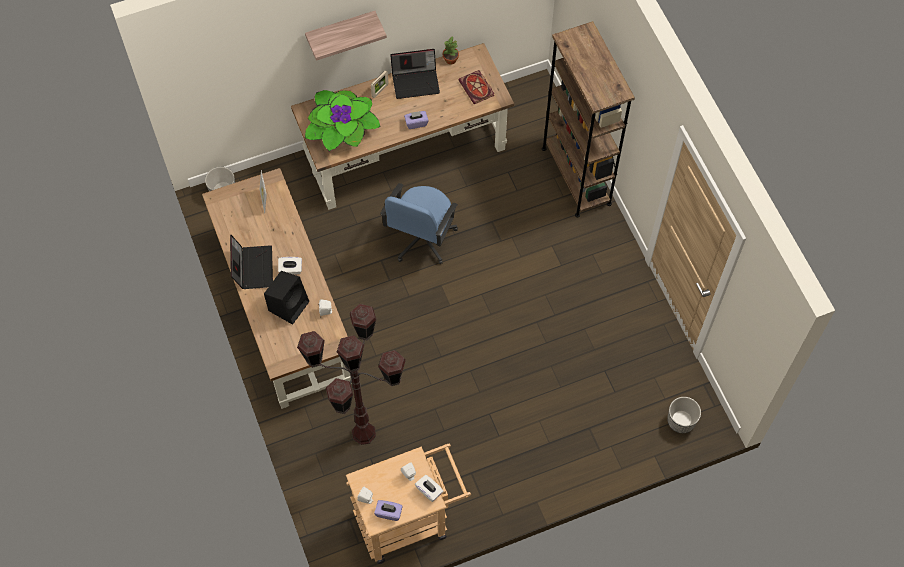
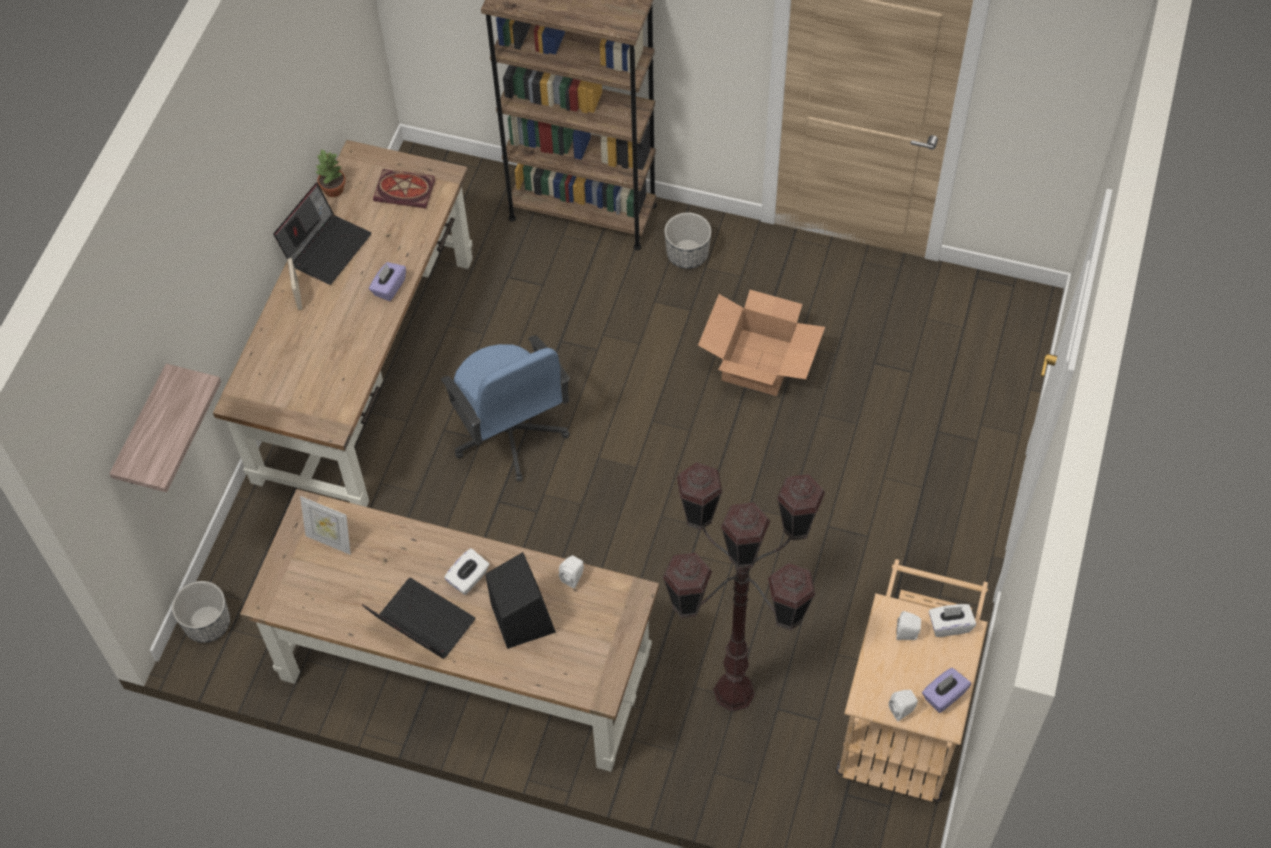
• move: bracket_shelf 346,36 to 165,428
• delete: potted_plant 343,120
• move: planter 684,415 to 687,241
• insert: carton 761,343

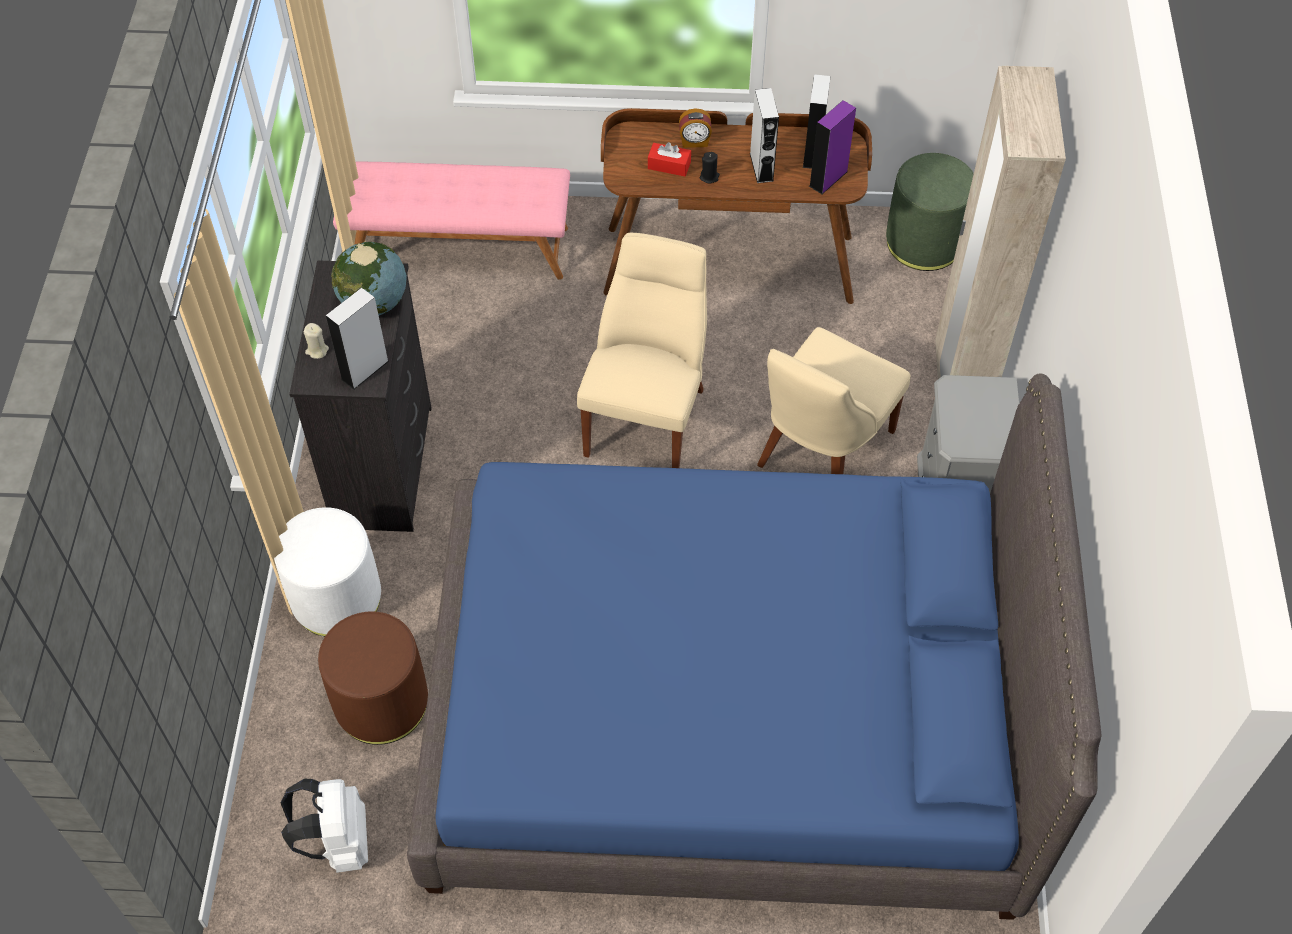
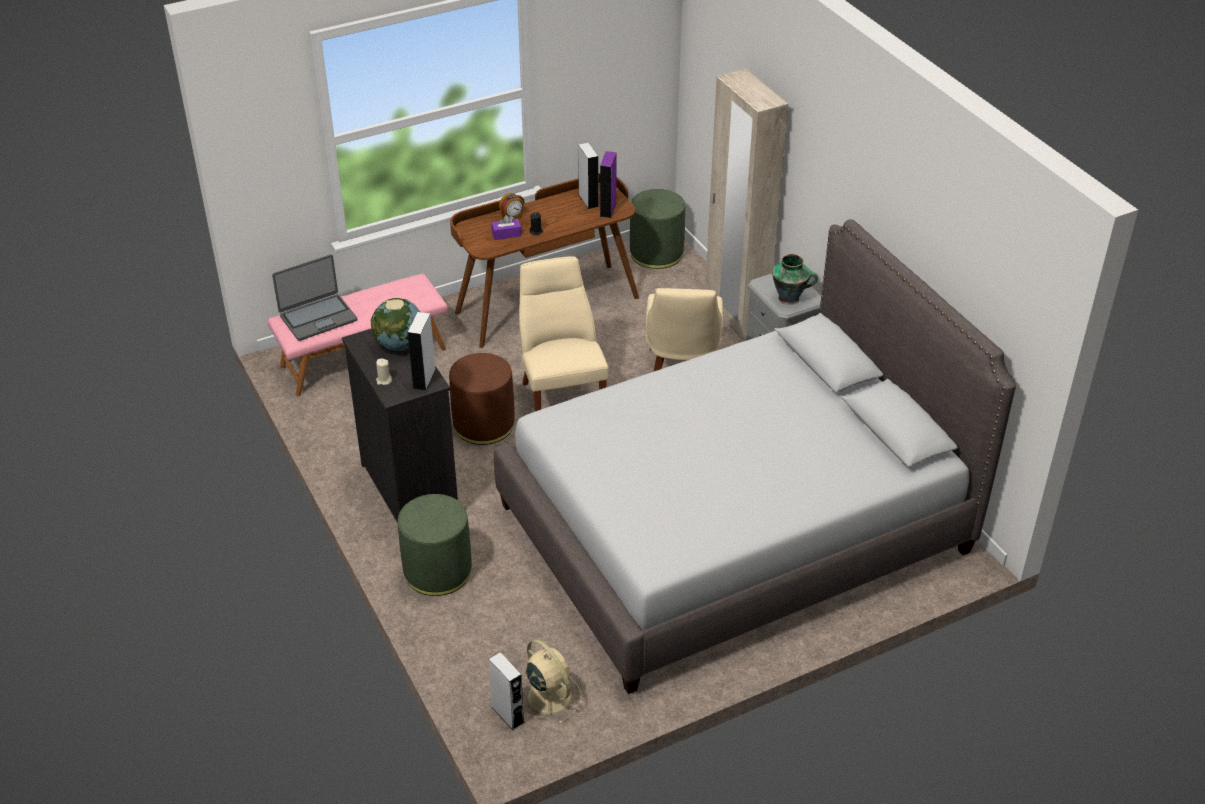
• move: grey_audio_speaker 764,135 to 506,691
• recolor: red_tissue_holder 669,159 to purple-coloured_tissue_holder 506,227
• recolor: blue-coloured_bed 754,646 to grey_bed 755,456
• recolor: whitish_pouffe 327,572 to green-coloured_pouffe 435,545
• move: brown-coloured_pouffe 373,678 to 482,399
• replace: whitish_backpack 324,825 to beige-coloured_electric_fan 552,682
• insert: vase 795,279
• insert: notebook_computer 314,298

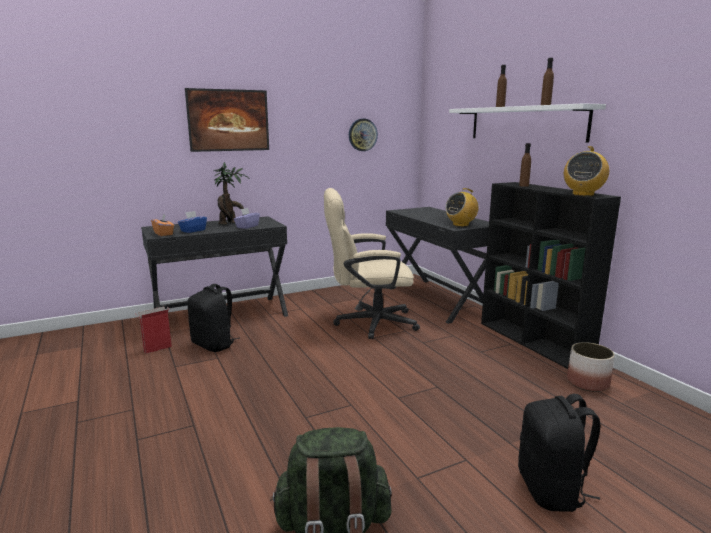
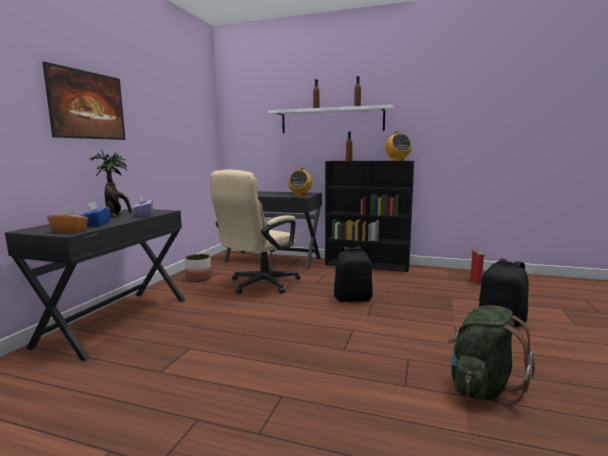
• delete: wall_clock 363,135
• move: black_backpack 213,318 to 353,274
• move: carton 154,330 to 478,267
• move: planter 591,367 to 198,268

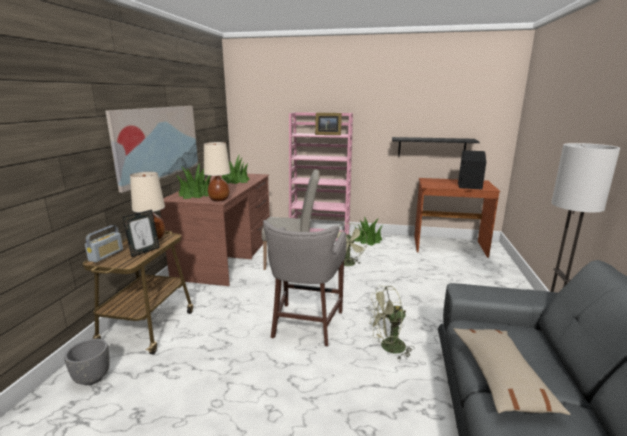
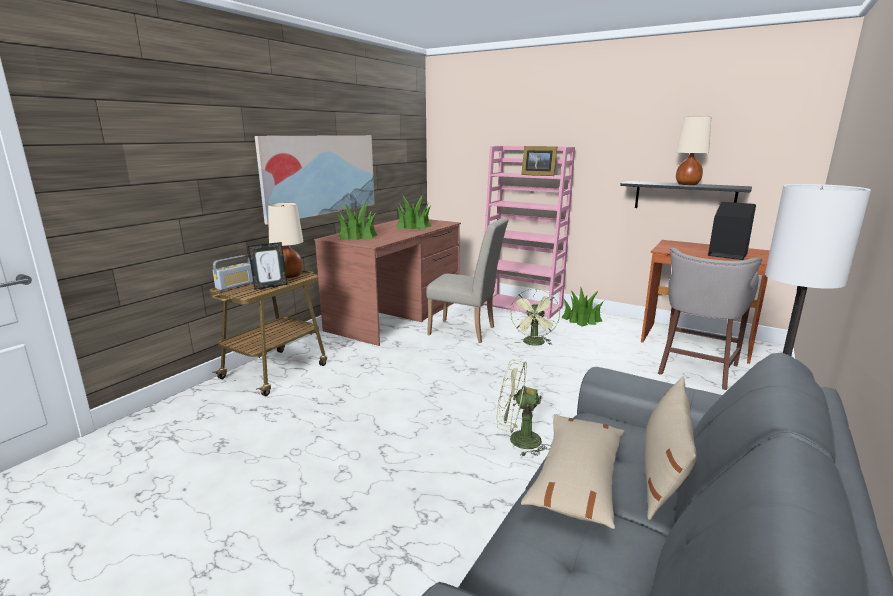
• move: beige-coloured_table_lamp 217,171 to 693,151
• move: grey_stool 304,283 to 710,319
• delete: grey_planter 87,362
• insert: beige-coloured_throw_pillow 671,448

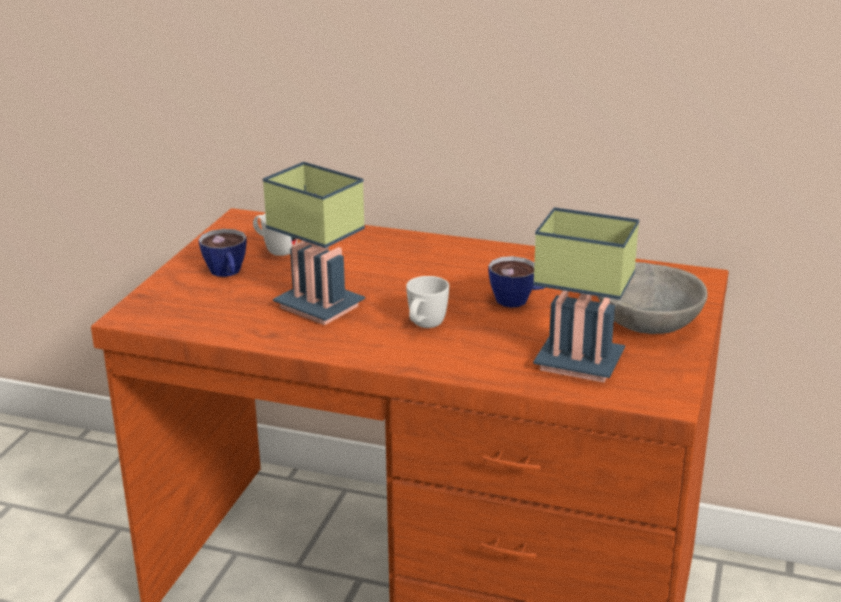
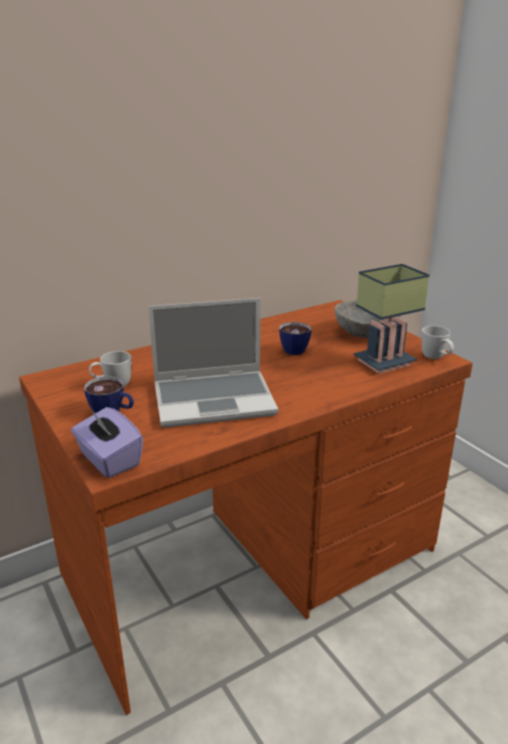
• replace: table_lamp 314,243 to notebook_computer 213,363
• move: whitish_coffee_mug 427,302 to 437,342
• insert: purple-coloured_tissue_holder 107,442

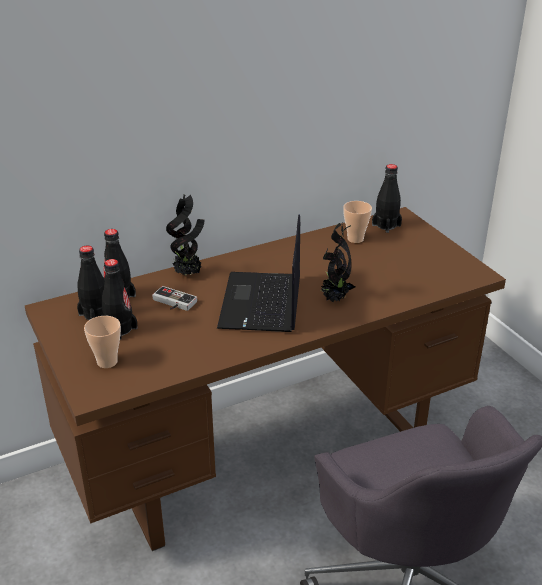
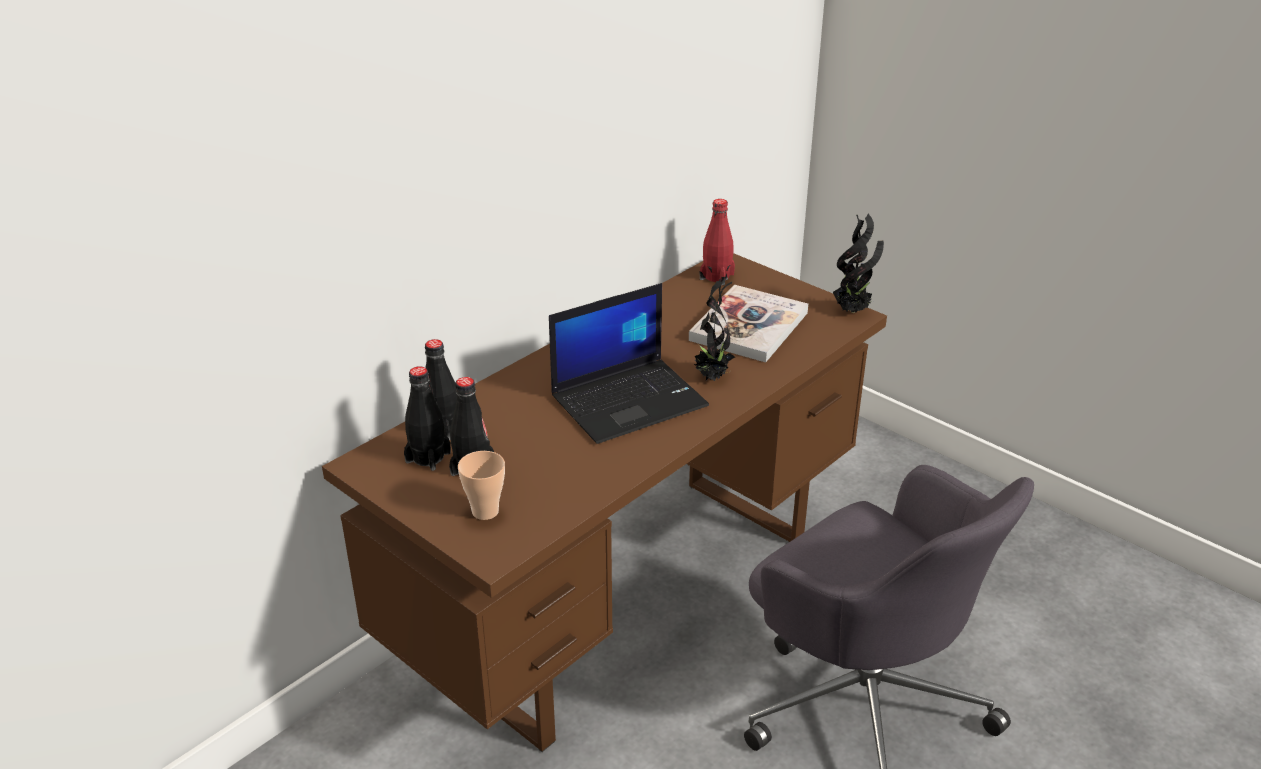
• recolor: black_bottle 387,198 to red_bottle 717,242
• move: potted_plant 185,235 to 858,263
• delete: cup 357,222
• rotate: notebook_computer 258,273 = 629,363 105 degrees counterclockwise
• delete: game_controller 174,298
• insert: book 748,324

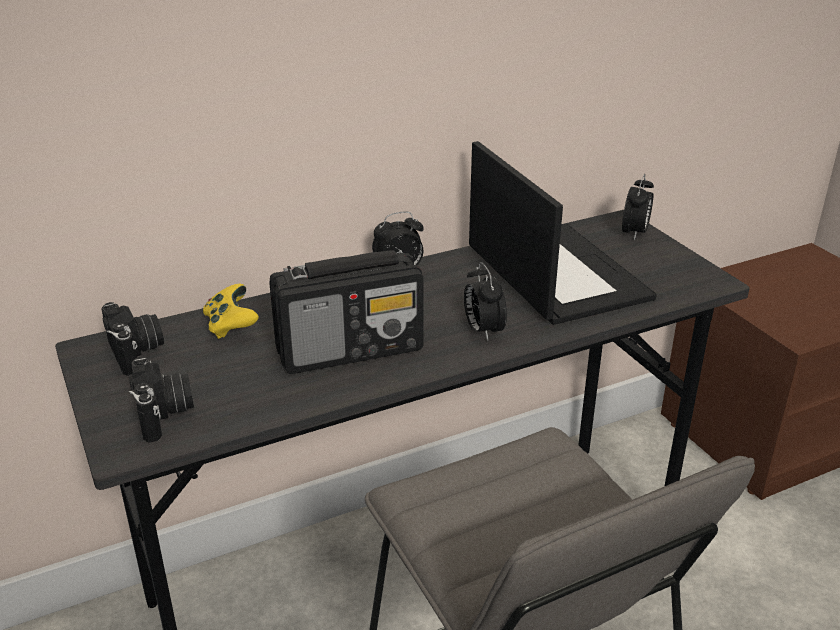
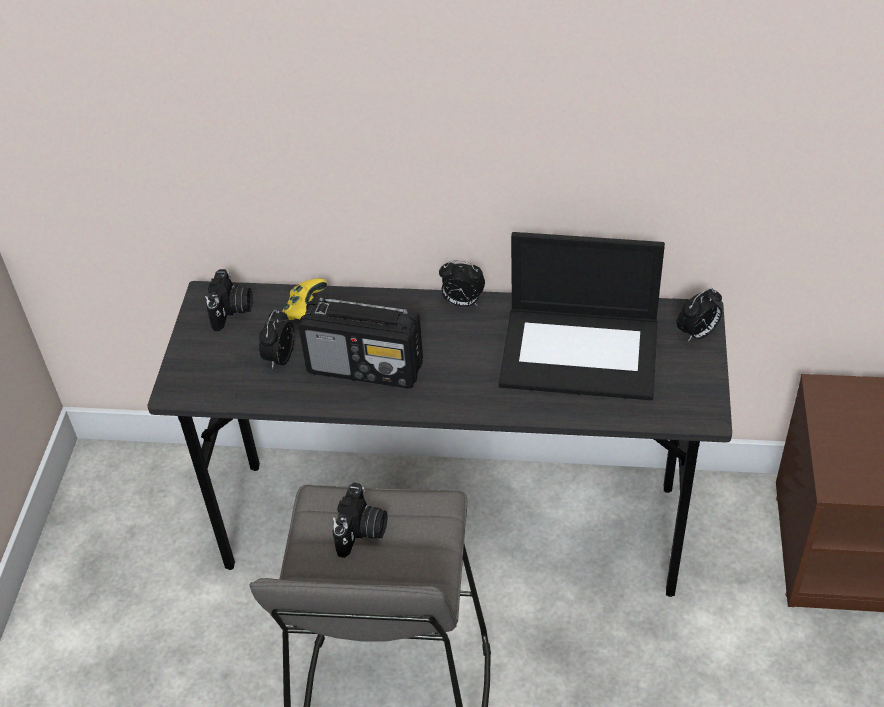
• rotate: notebook_computer 563,233 = 582,316 90 degrees clockwise
• move: table_clock 485,301 to 276,339
• move: still_camera 161,399 to 360,520

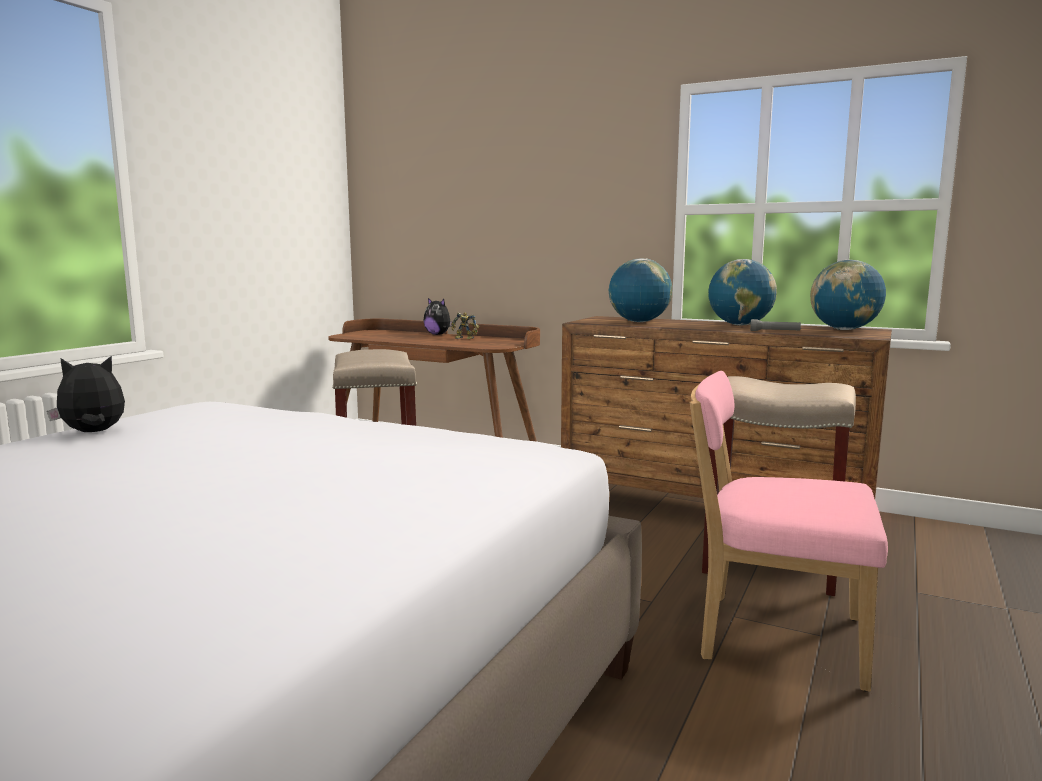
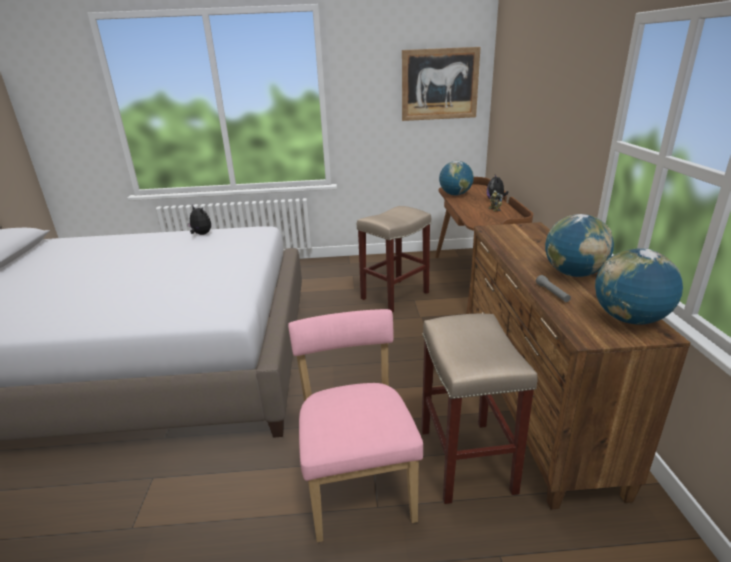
• move: desk_globe 640,290 to 456,178
• insert: wall_picture 441,84

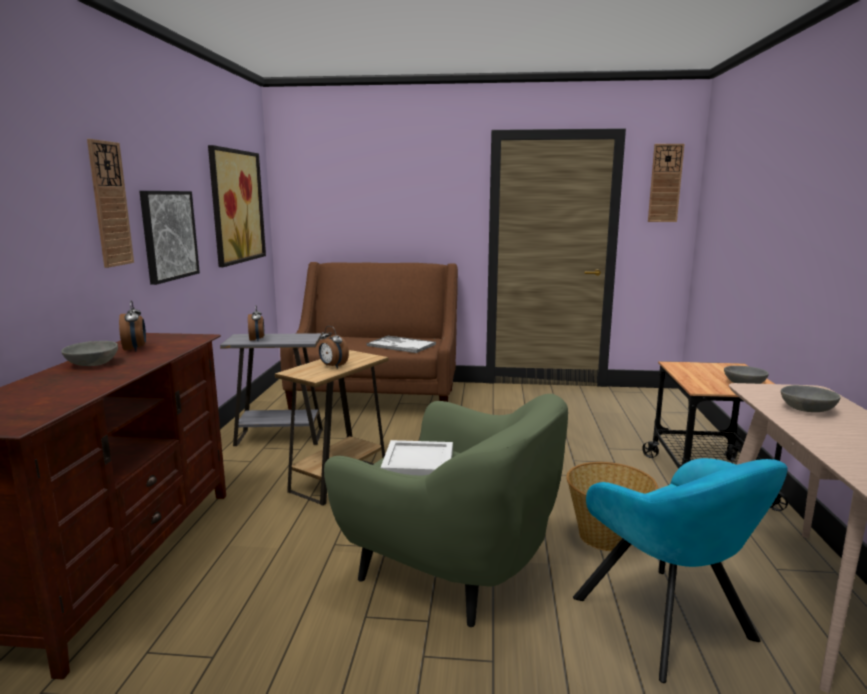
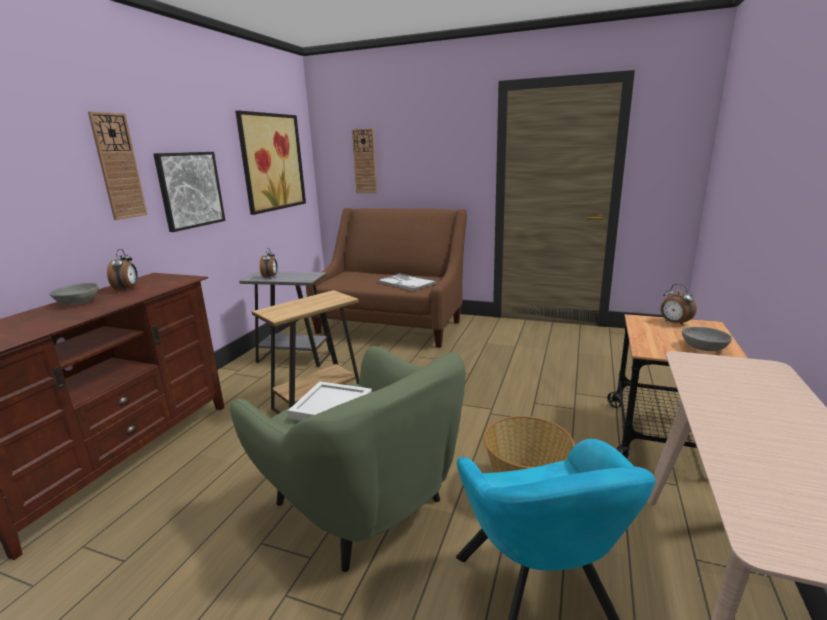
• move: wall_clock 666,183 to 364,160
• move: table_clock 334,347 to 679,305
• delete: grey_deep_dish 811,398

